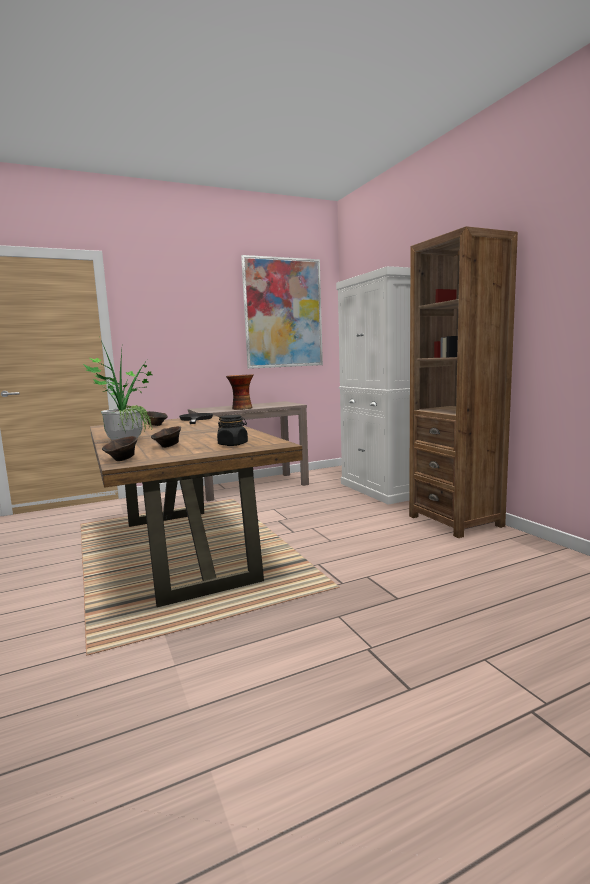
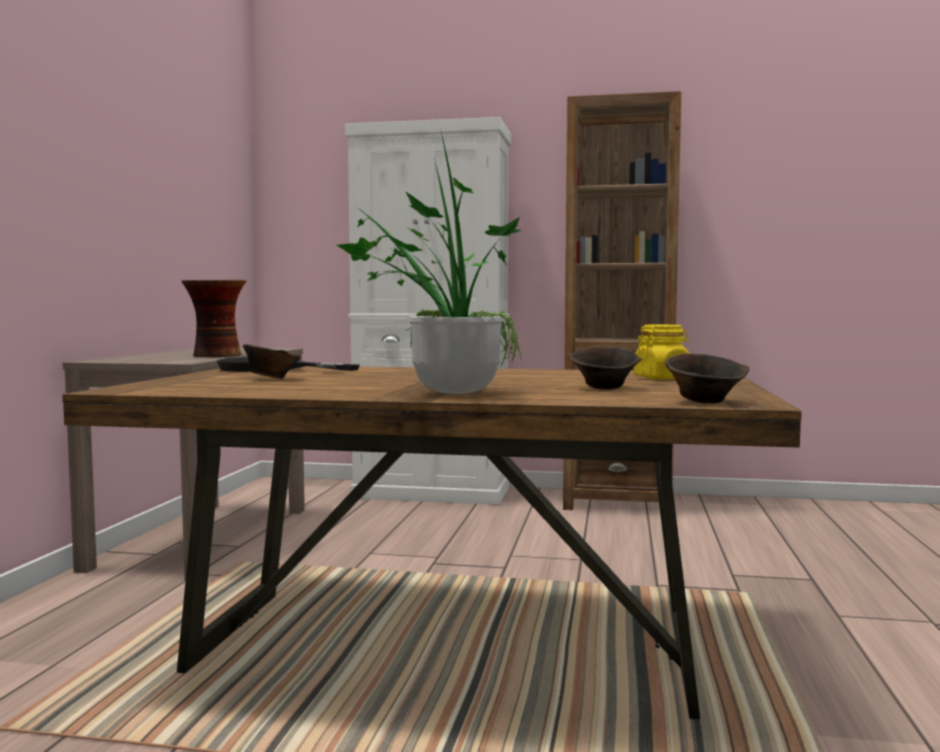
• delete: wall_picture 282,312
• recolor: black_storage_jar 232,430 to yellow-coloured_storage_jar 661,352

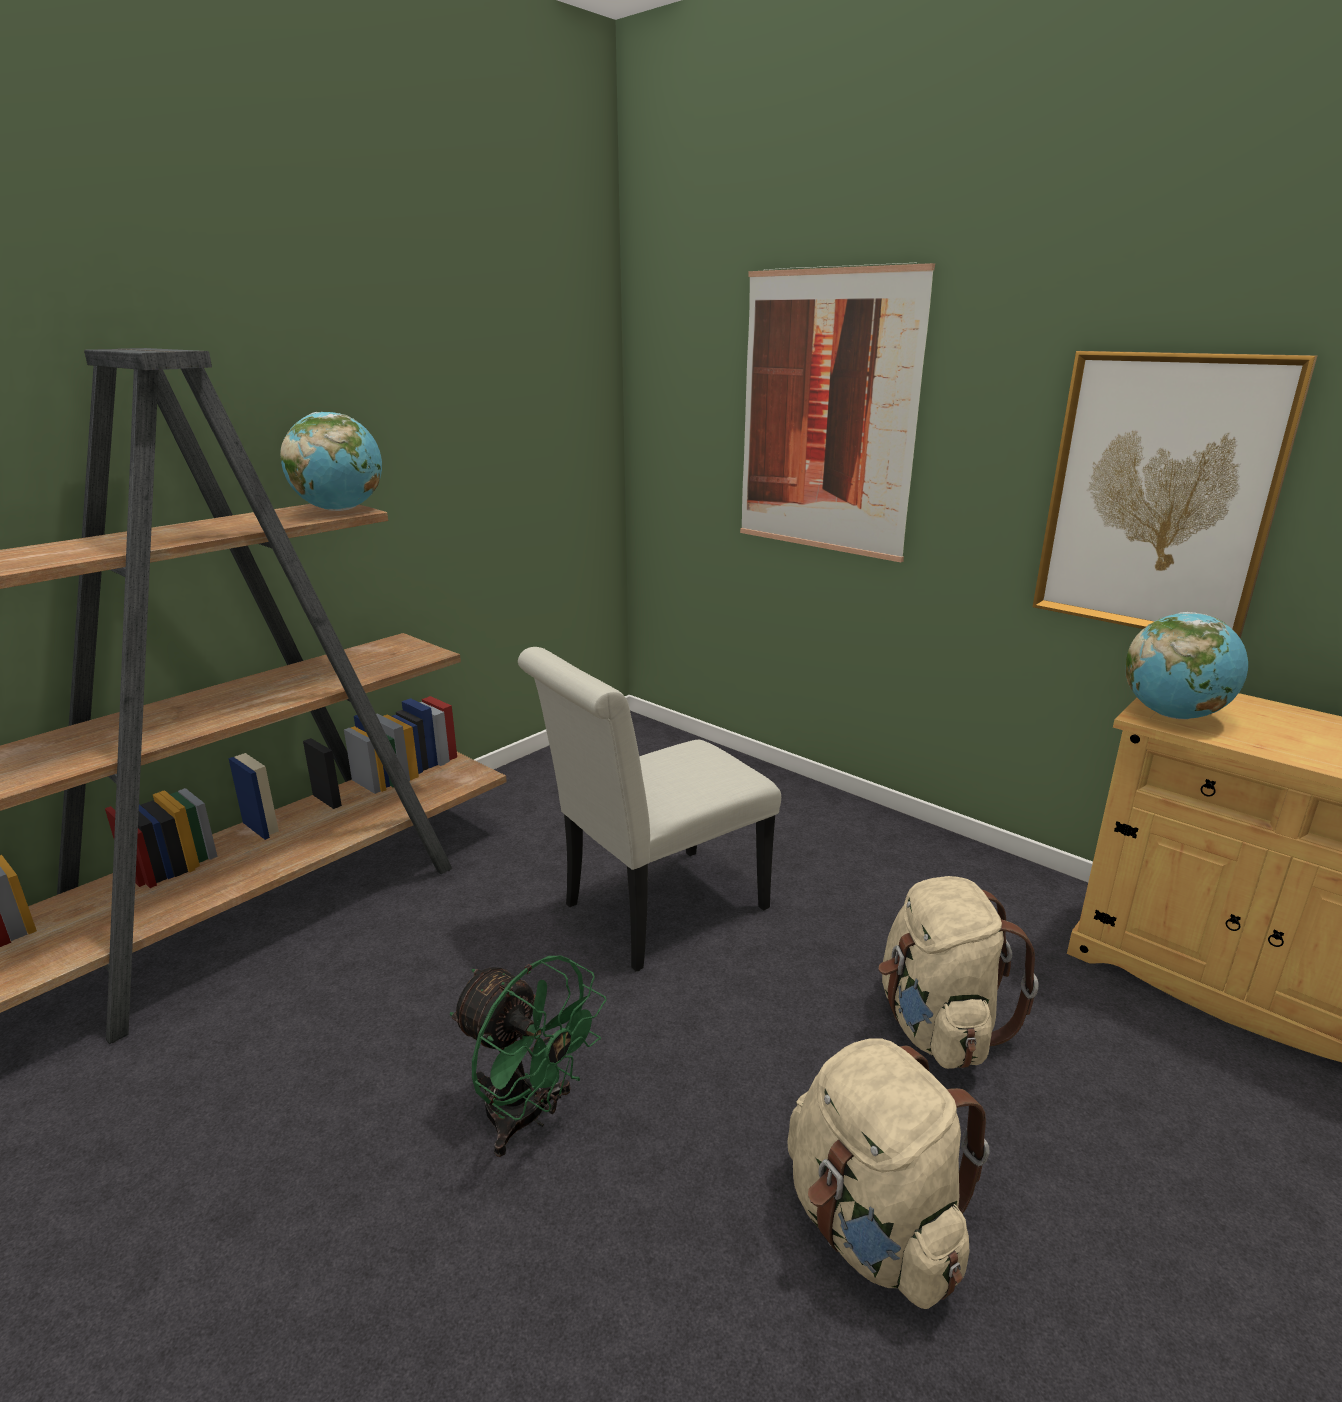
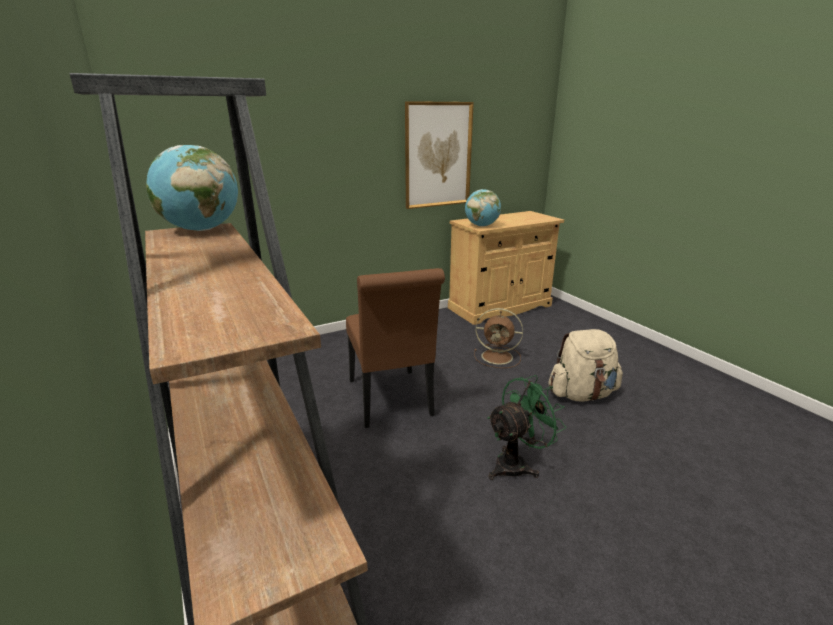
• delete: wall_picture 837,412
• recolor: whitish_chair 649,809 to brown-coloured_chair 395,348
• replace: beige-coloured_backpack 958,972 to brown-coloured_electric_fan 498,338

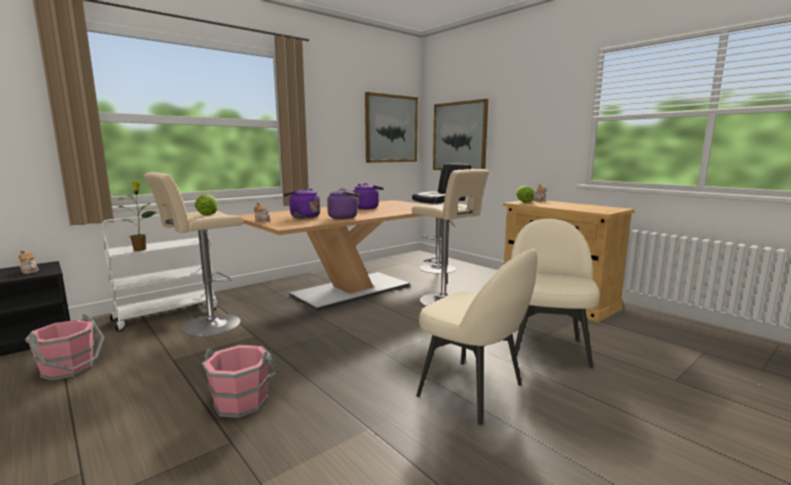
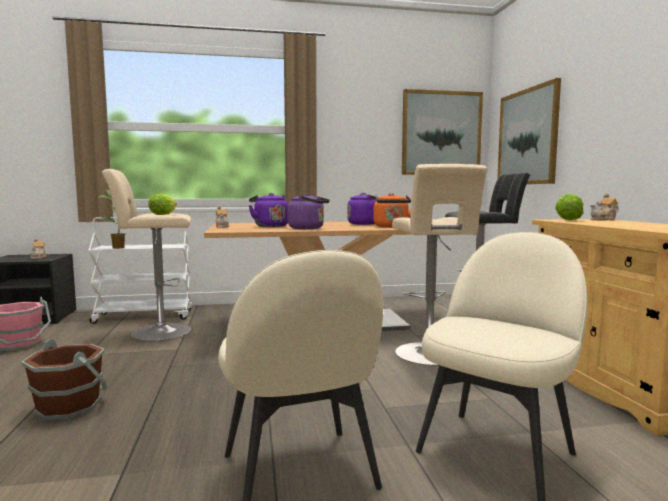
• recolor: pinkish_bucket 240,381 to brown-coloured_bucket 64,379
• insert: orange-coloured_tea_kettle 392,210

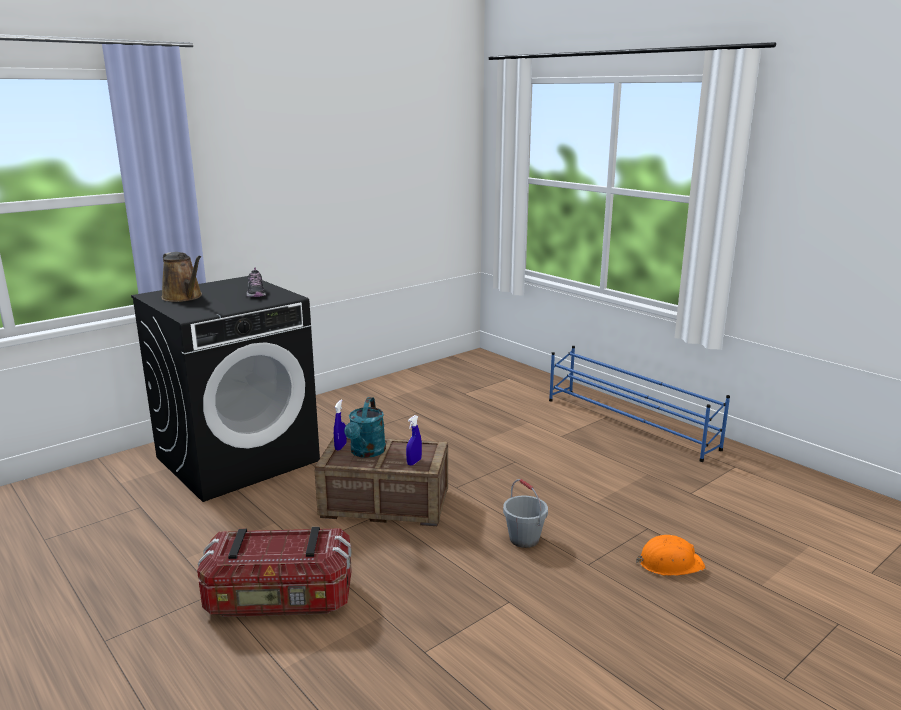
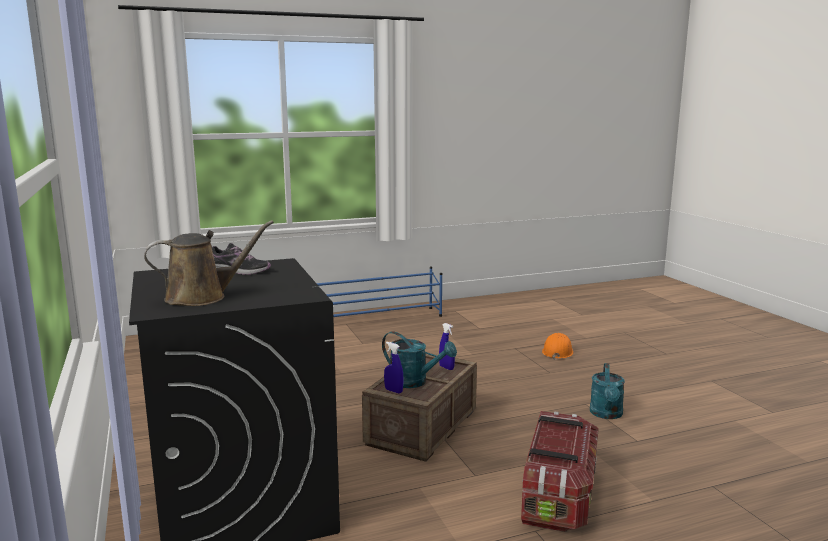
• delete: grey_bucket 525,513
• insert: blue-green_sprinkling_can 607,391

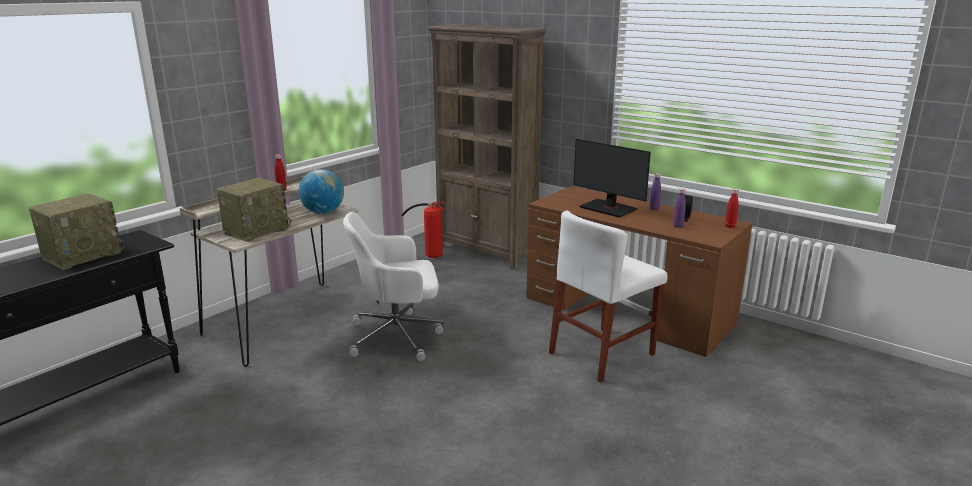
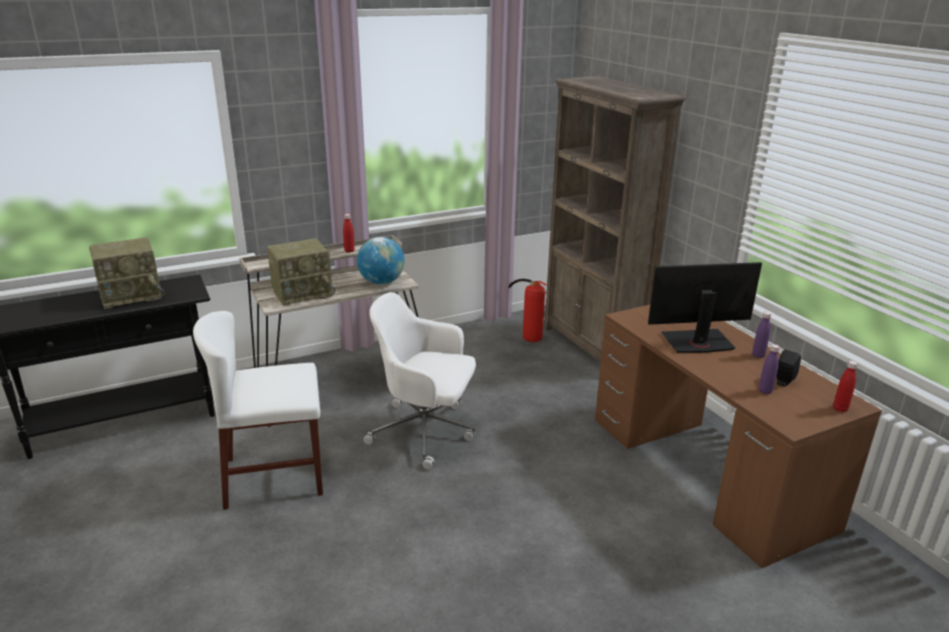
• rotate: computer_display 612,178 = 705,307 105 degrees clockwise
• move: whitish_chair 608,297 to 258,410

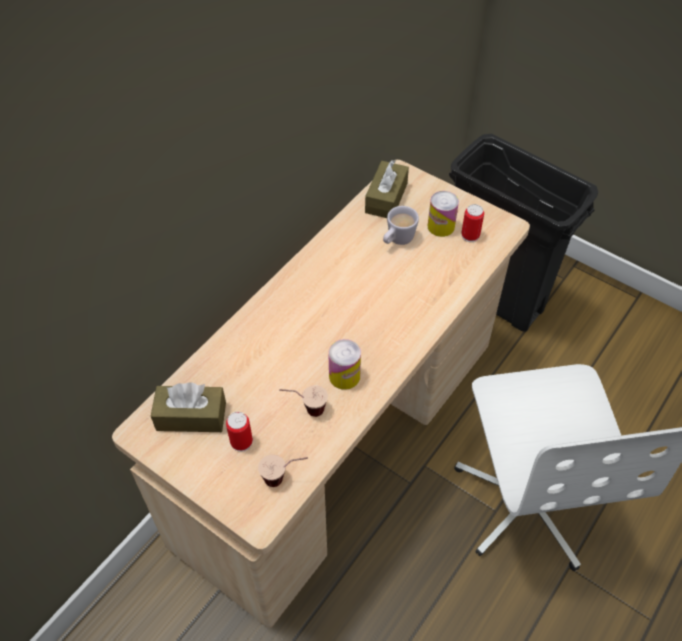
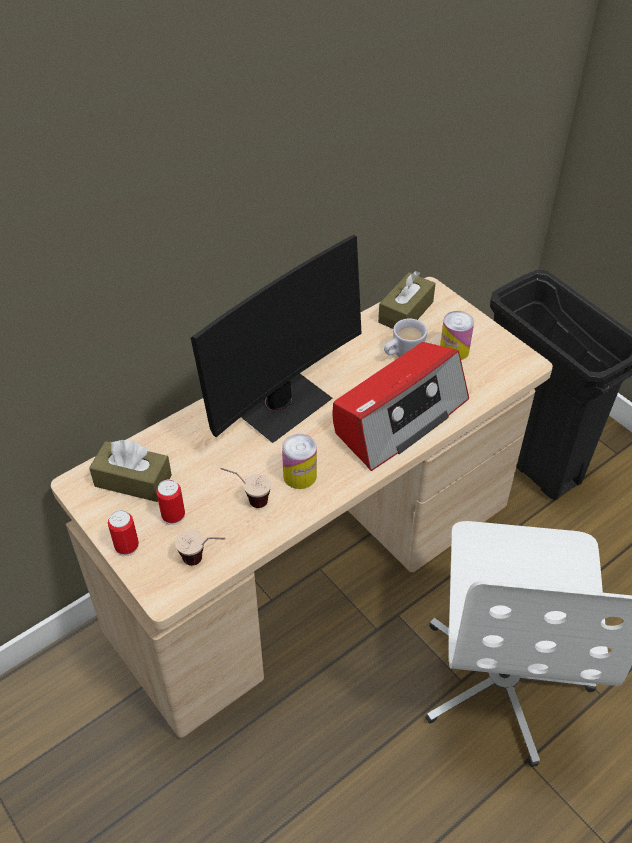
• move: sealed_can 472,223 to 123,533
• insert: computer_display 276,339
• insert: radio_receiver 400,406

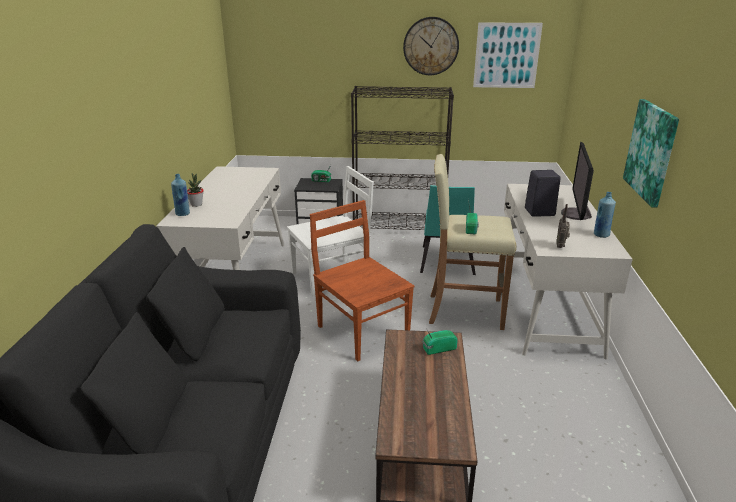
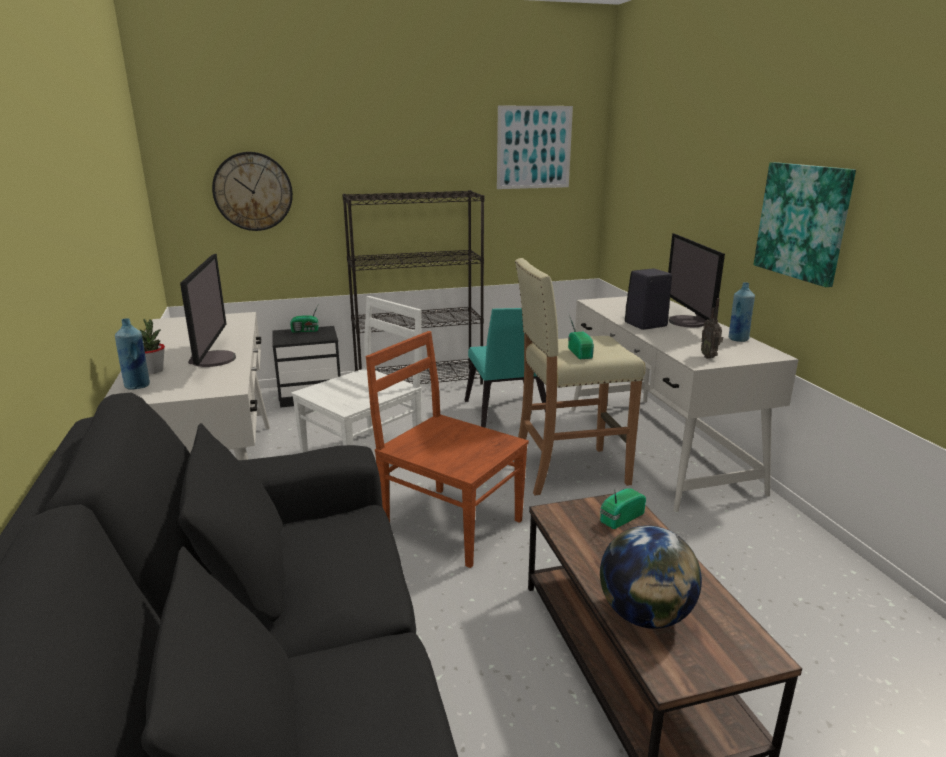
• move: wall_clock 431,46 to 252,191
• insert: computer_display 208,310
• insert: desk_globe 651,577

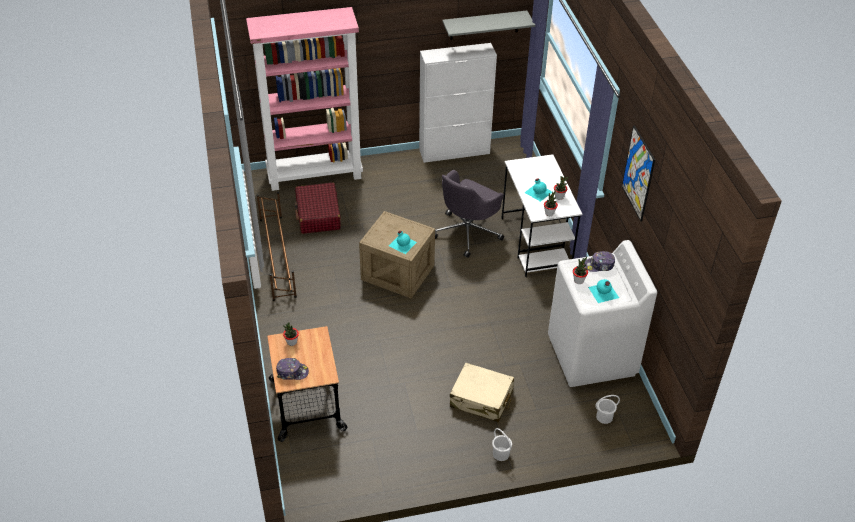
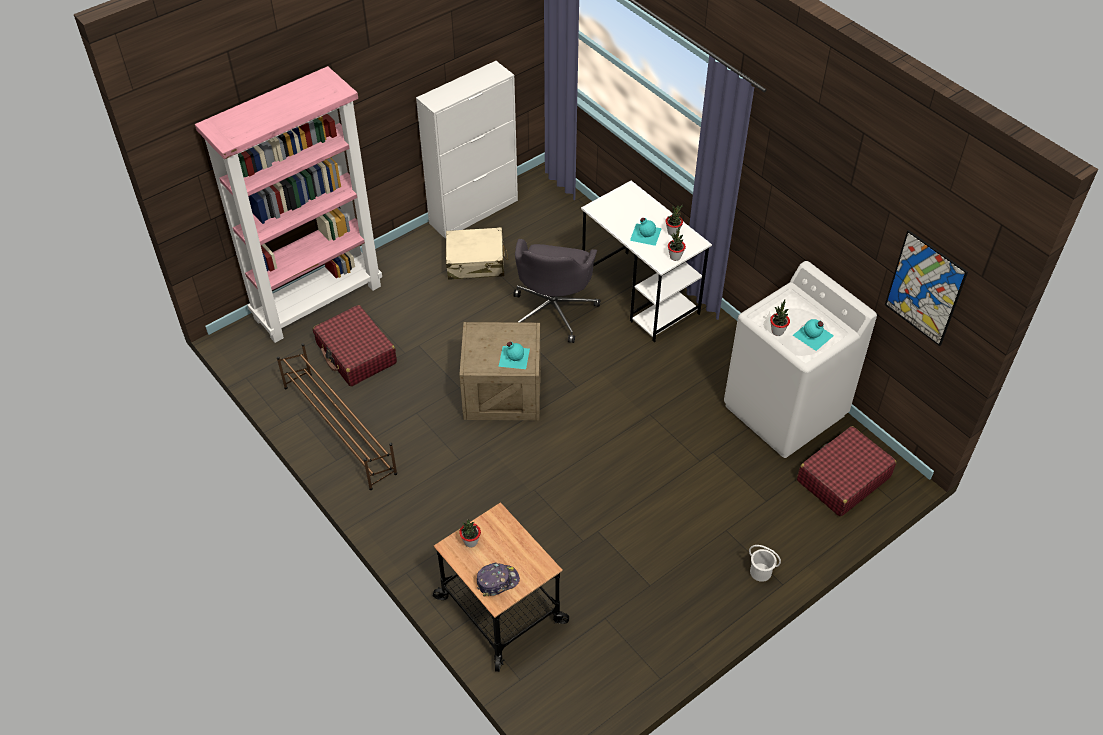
• delete: grey_bracket_shelf 488,25
• move: wall_picture 638,173 to 926,288
• delete: peaked_cap 600,261
• move: beige-coloured_piece_of_luggage 482,392 to 476,253
• replace: whitish_bucket 607,409 to red_piece_of_luggage 847,471

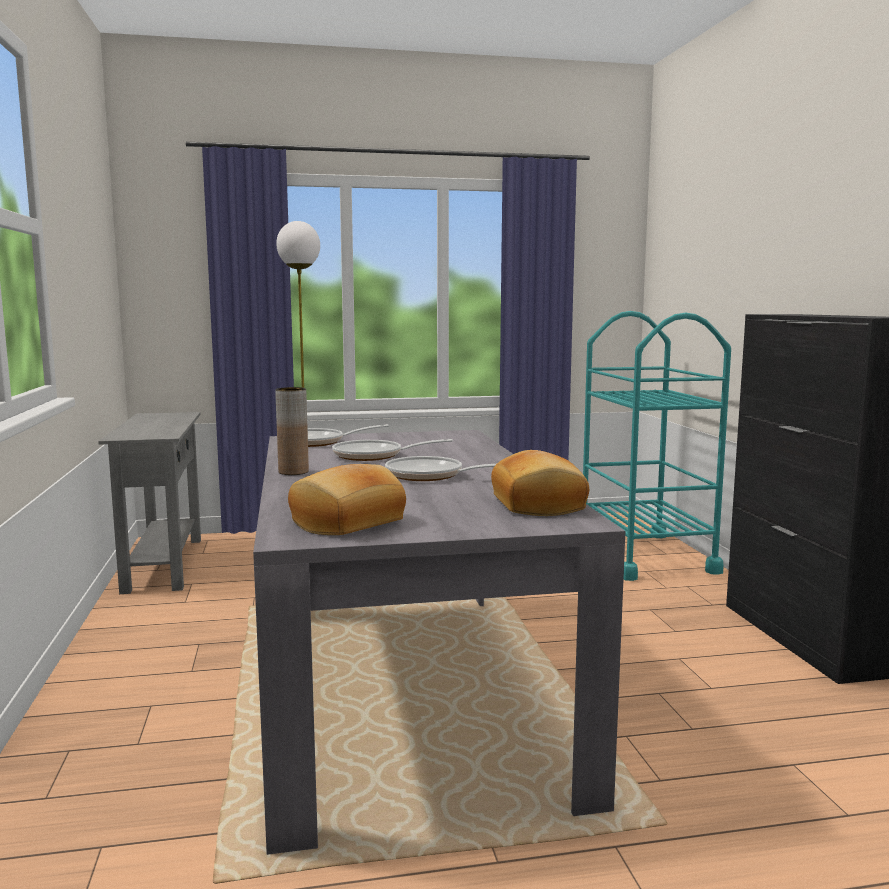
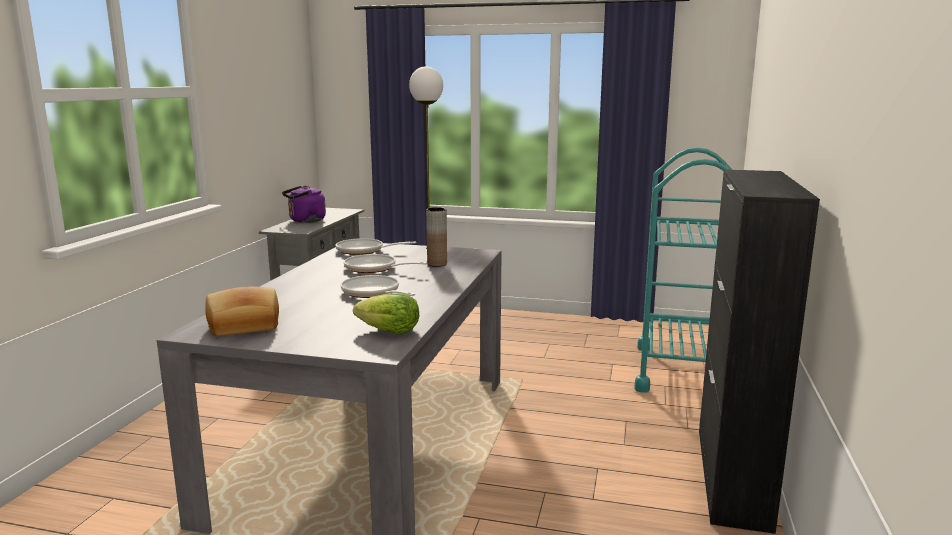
• move: brown-coloured_vase 292,431 to 436,237
• replace: bakery_bread 540,483 to lettuce_head 386,313
• insert: purple-coloured_tea_kettle 304,204

